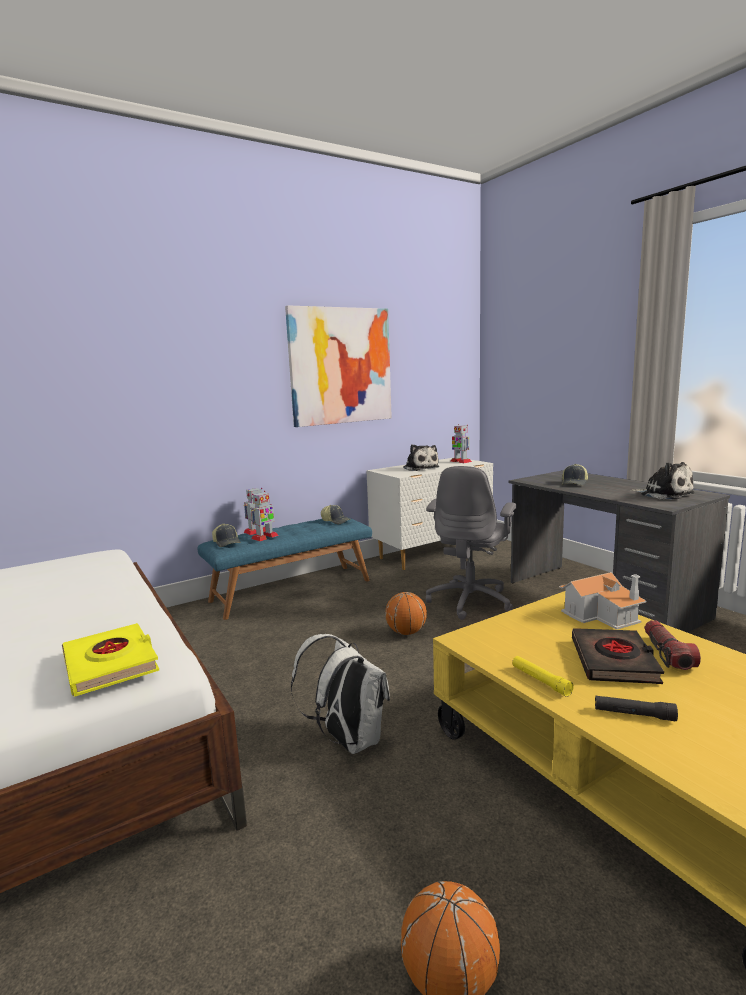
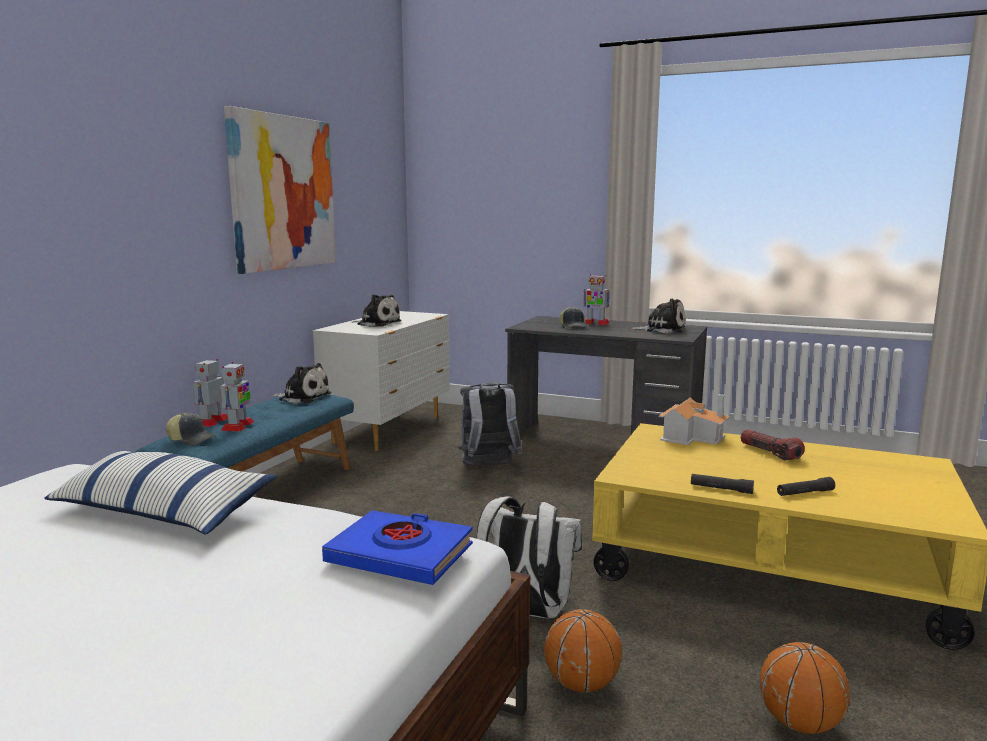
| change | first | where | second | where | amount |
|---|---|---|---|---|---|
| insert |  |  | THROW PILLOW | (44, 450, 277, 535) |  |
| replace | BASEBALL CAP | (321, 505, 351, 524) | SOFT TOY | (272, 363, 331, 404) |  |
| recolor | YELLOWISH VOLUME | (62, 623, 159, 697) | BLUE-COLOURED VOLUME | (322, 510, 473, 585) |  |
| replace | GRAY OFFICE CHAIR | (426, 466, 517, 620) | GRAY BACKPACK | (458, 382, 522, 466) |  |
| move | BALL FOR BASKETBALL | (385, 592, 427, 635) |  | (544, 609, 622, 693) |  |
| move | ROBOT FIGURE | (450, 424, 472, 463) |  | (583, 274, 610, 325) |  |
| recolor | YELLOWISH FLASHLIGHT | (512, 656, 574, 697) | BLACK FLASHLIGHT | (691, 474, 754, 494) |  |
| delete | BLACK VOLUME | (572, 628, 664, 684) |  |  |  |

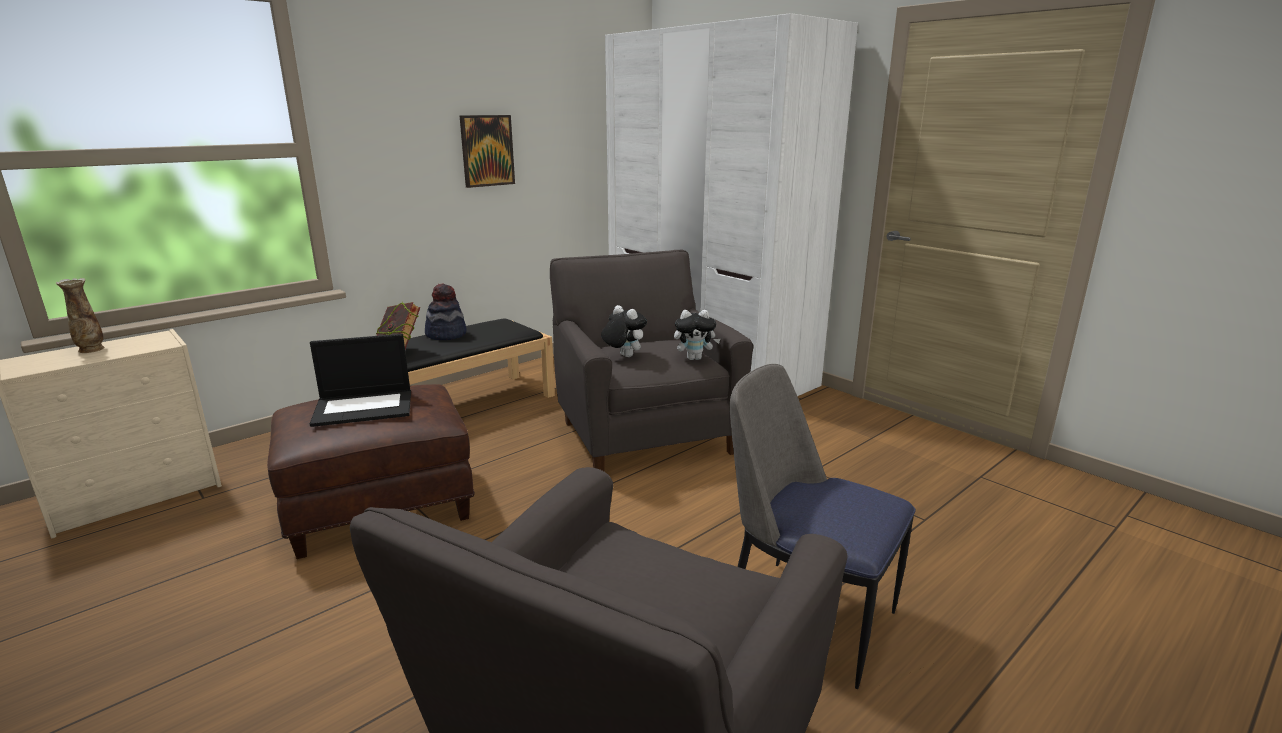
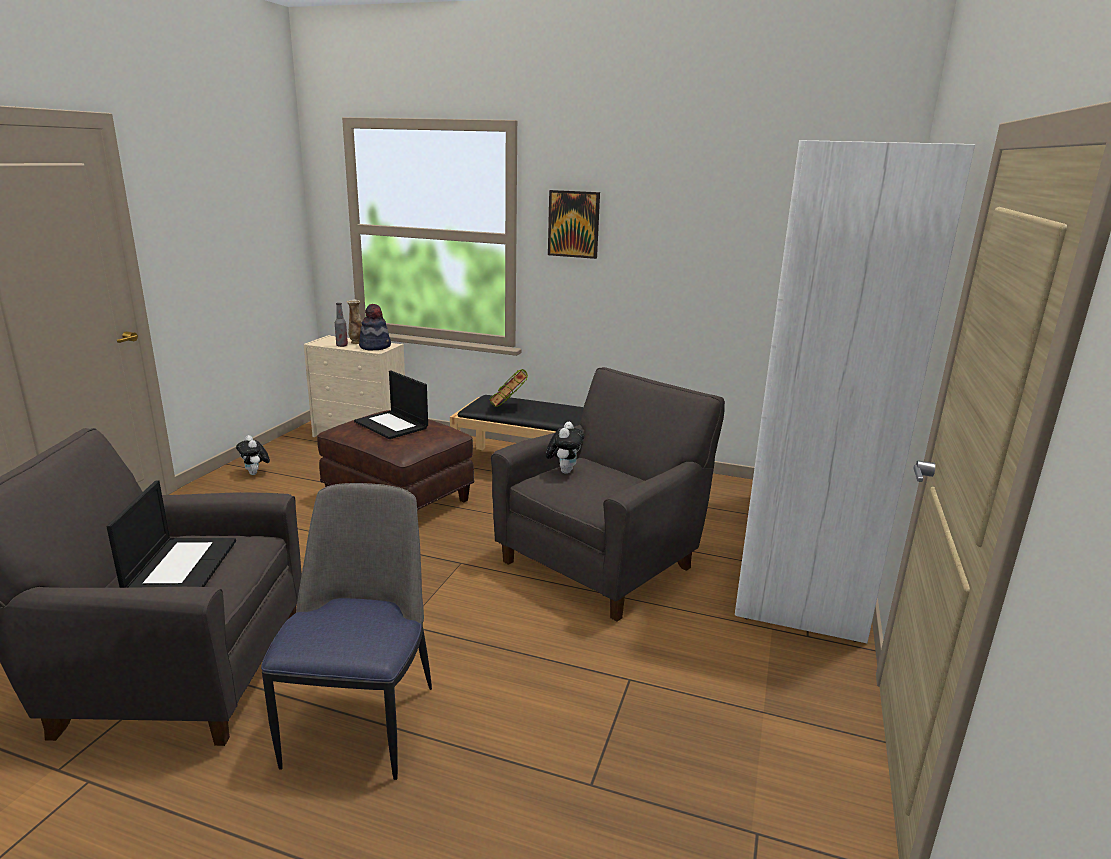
| change | first | where | second | where | amount |
|---|---|---|---|---|---|
| insert |  |  | NOTEBOOK COMPUTER | (106, 480, 236, 588) |  |
| move | SOFT TOY | (674, 310, 721, 360) |  | (236, 435, 270, 475) |  |
| insert |  |  | BOTTLE | (335, 303, 348, 347) |  |
| move | WEARABLE HAT | (425, 283, 467, 340) |  | (359, 304, 391, 351) |  |
| move | WALL PICTURE | (459, 115, 515, 188) |  | (548, 190, 600, 259) |  |

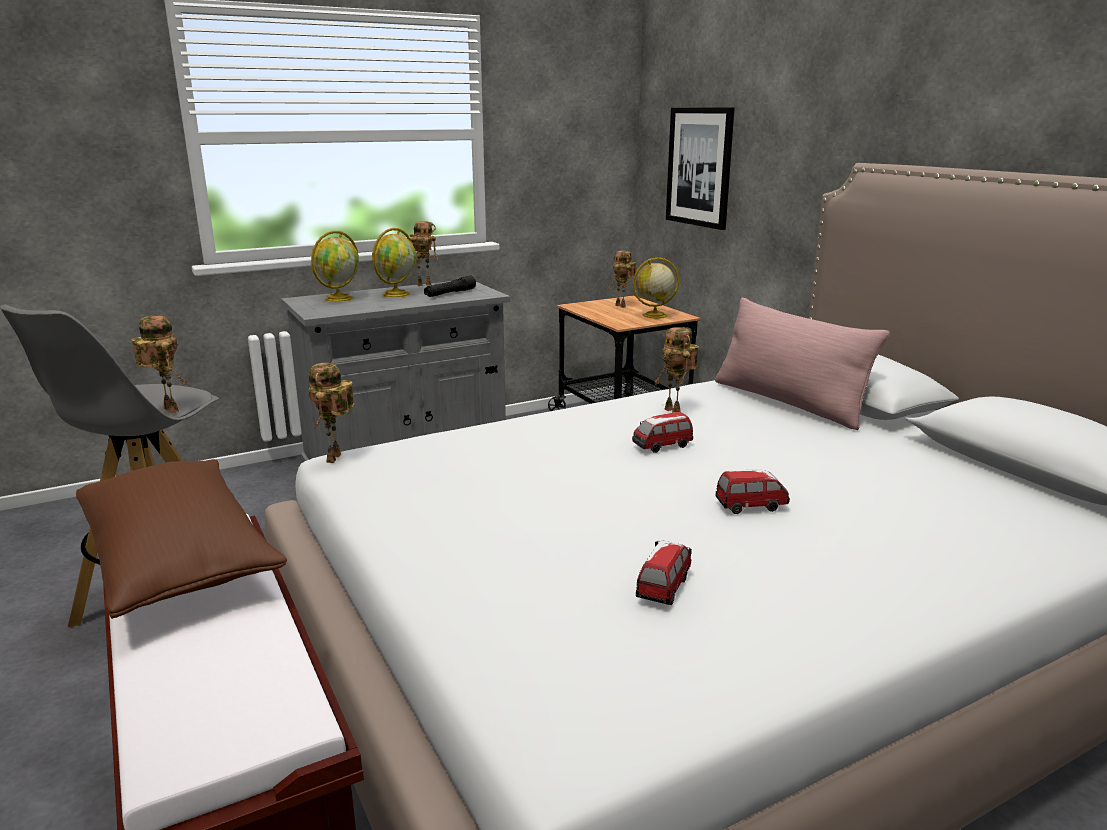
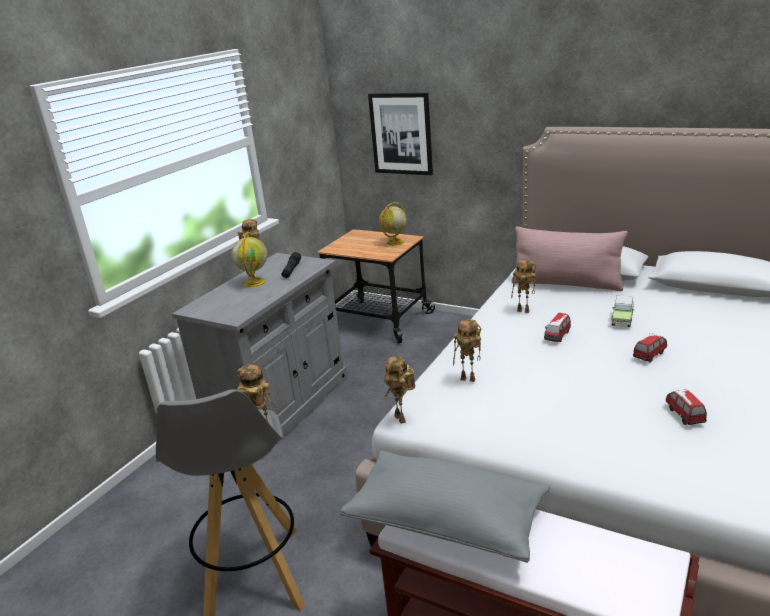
| change | first | where | second | where | amount |
|---|---|---|---|---|---|
| recolor | BROWNISH THROW PILLOW | (76, 459, 287, 619) | GRAY THROW PILLOW | (340, 451, 550, 563) |  |
| move | ROBOT FIGURE | (609, 251, 636, 308) |  | (453, 319, 481, 382) |  |
| insert |  |  | MINIATURE CAR | (611, 296, 634, 327) |  |
| delete | GLOBE | (311, 231, 359, 302) |  |  |  |

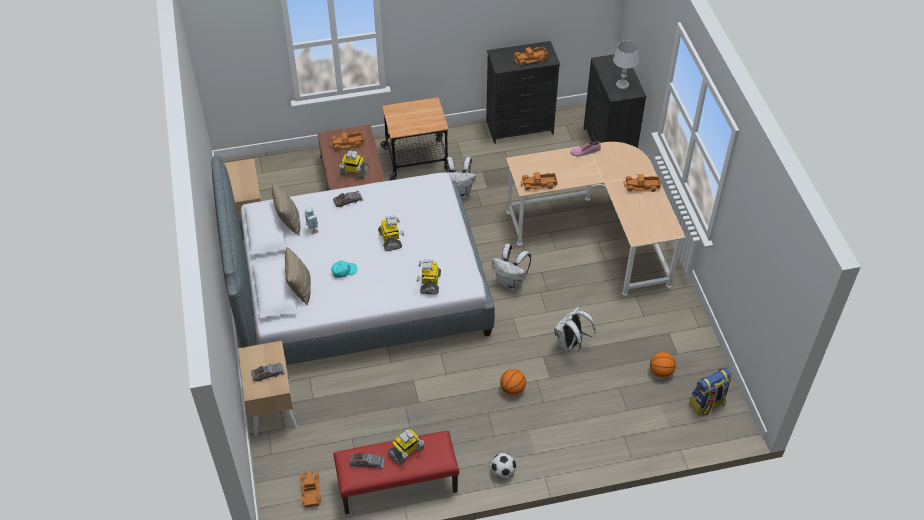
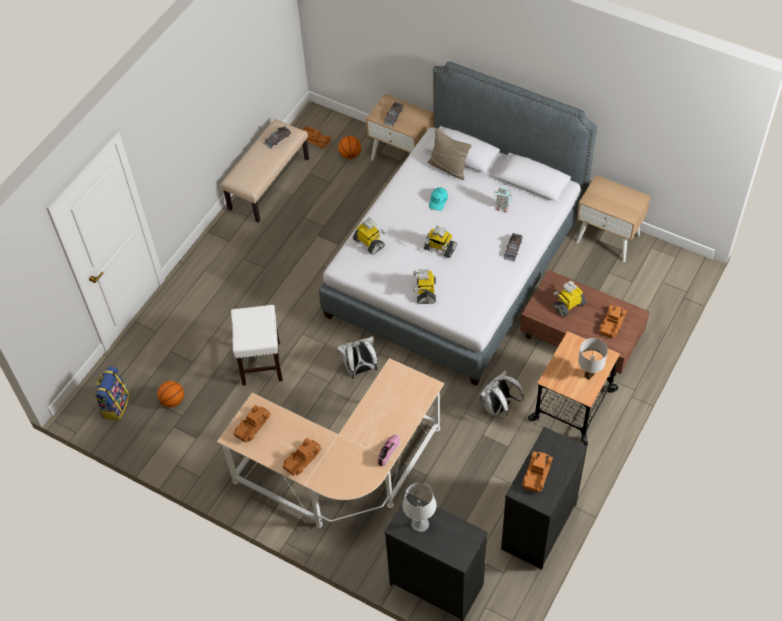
| change | first | where | second | where | amount |
|---|---|---|---|---|---|
| recolor | RED-COLOURED BENCH | (334, 431, 459, 515) | BEIGE BENCH | (221, 119, 309, 223) |  |
| replace | WHITE BACKPACK | (554, 307, 596, 353) | WHITE STOOL SEAT | (231, 305, 283, 386) |  |
| move | MODEL TRUCK | (521, 172, 557, 190) |  | (234, 405, 271, 443) |  |
| move | BALL FOR BASKETBALL | (500, 369, 526, 395) |  | (338, 136, 361, 159) |  |
| move | ROBOT FIGURE | (388, 429, 424, 466) |  | (413, 269, 436, 304) |  |
| insert |  |  | WHITE TABLE LAMP | (578, 338, 608, 380) |  |
| delete | BEIGE THROW PILLOW | (272, 183, 300, 236) |  |  |  |
| delete | BALL FOR FOOTBALL | (491, 453, 516, 478) |  |  |  |

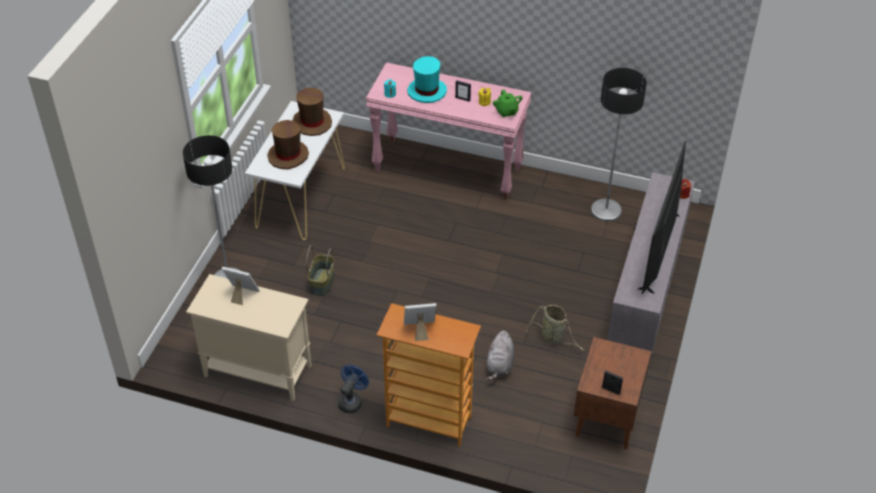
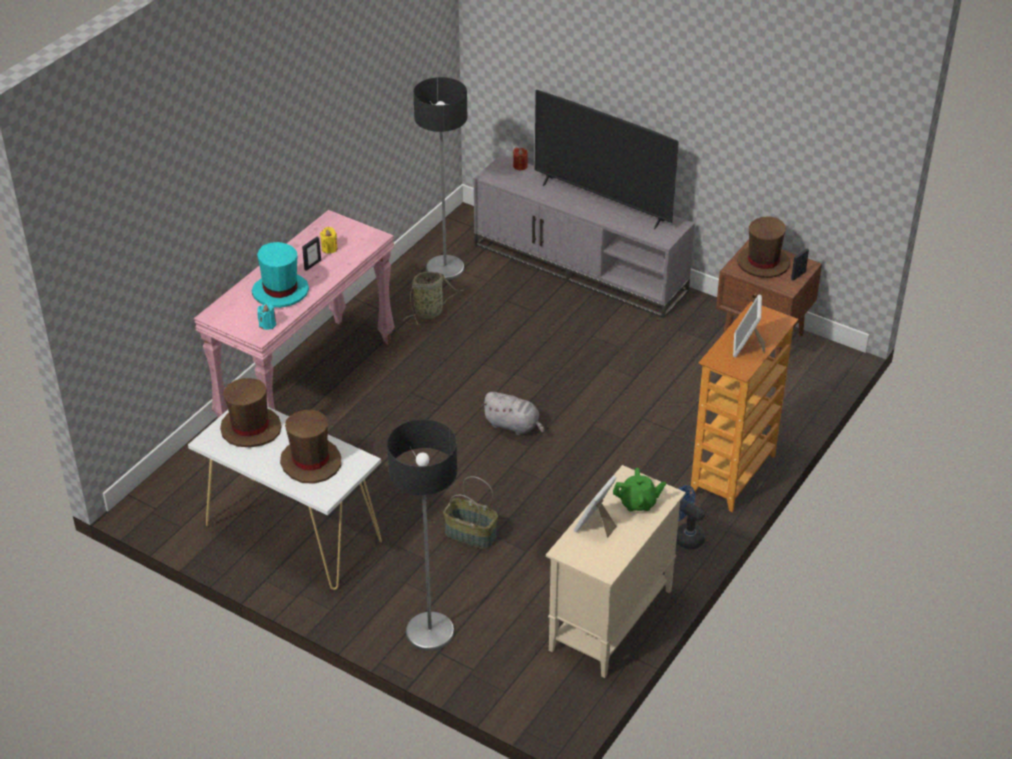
| change | first | where | second | where | amount |
|---|---|---|---|---|---|
| move | STORAGE BASKET | (526, 305, 585, 351) |  | (403, 272, 463, 325) |  |
| move | GRAY SOFT TOY | (486, 330, 514, 381) |  | (482, 392, 545, 435) |  |
| move | GREENISH TEA POT | (493, 89, 523, 117) |  | (613, 468, 666, 511) |  |
| insert |  |  | BROWNISH WEARABLE HAT | (737, 217, 790, 278) |  |

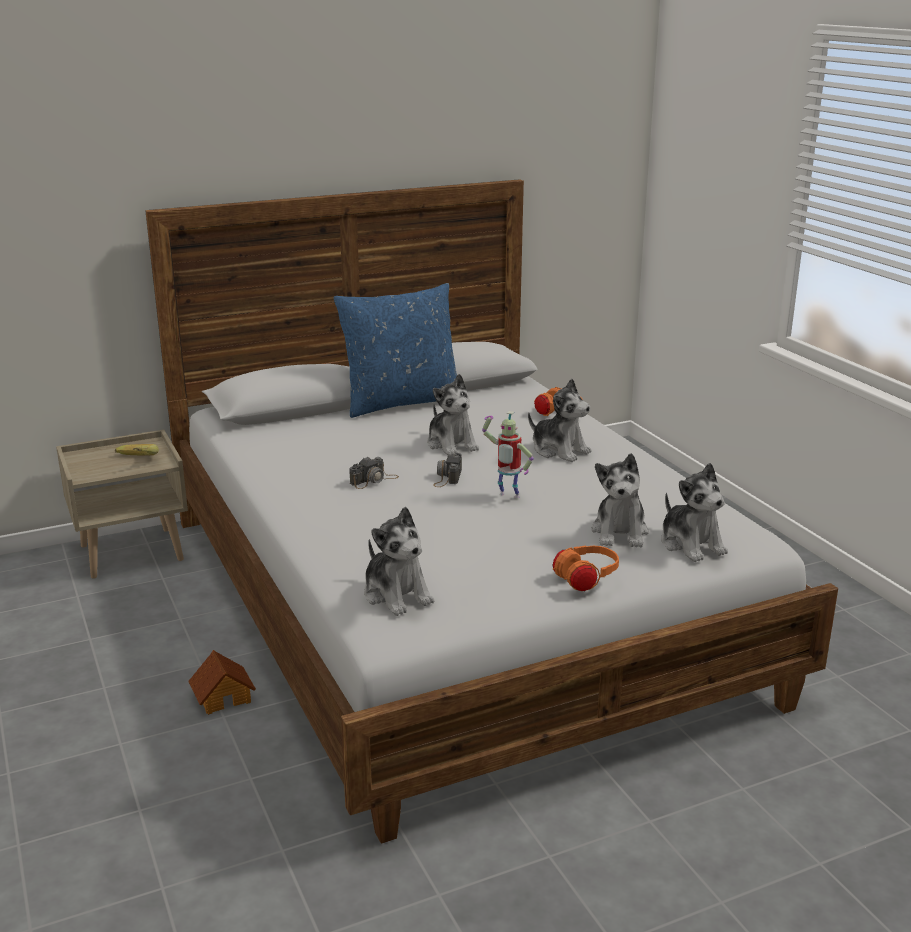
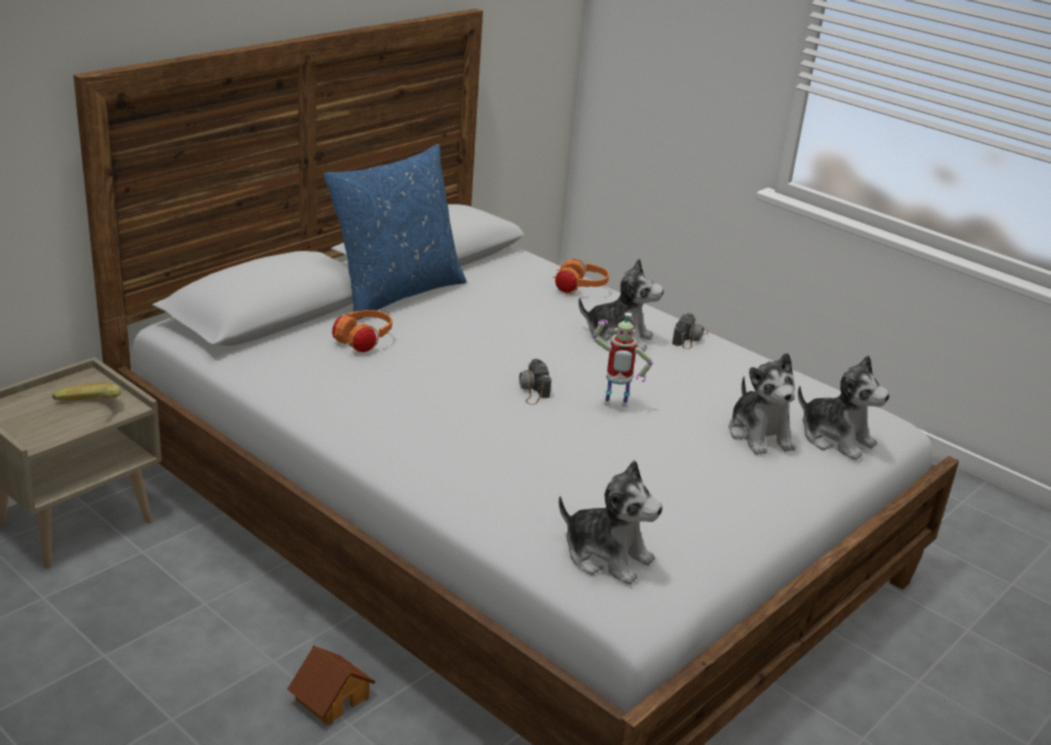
| change | first | where | second | where | amount |
|---|---|---|---|---|---|
| move | ORANGE PAIR OF HEADPHONES | (552, 546, 619, 591) |  | (332, 310, 392, 352) |  |
| move | STILL CAMERA | (349, 457, 399, 489) |  | (672, 312, 709, 349) |  |
| delete | SOFT TOY | (427, 374, 479, 456) |  |  |  |

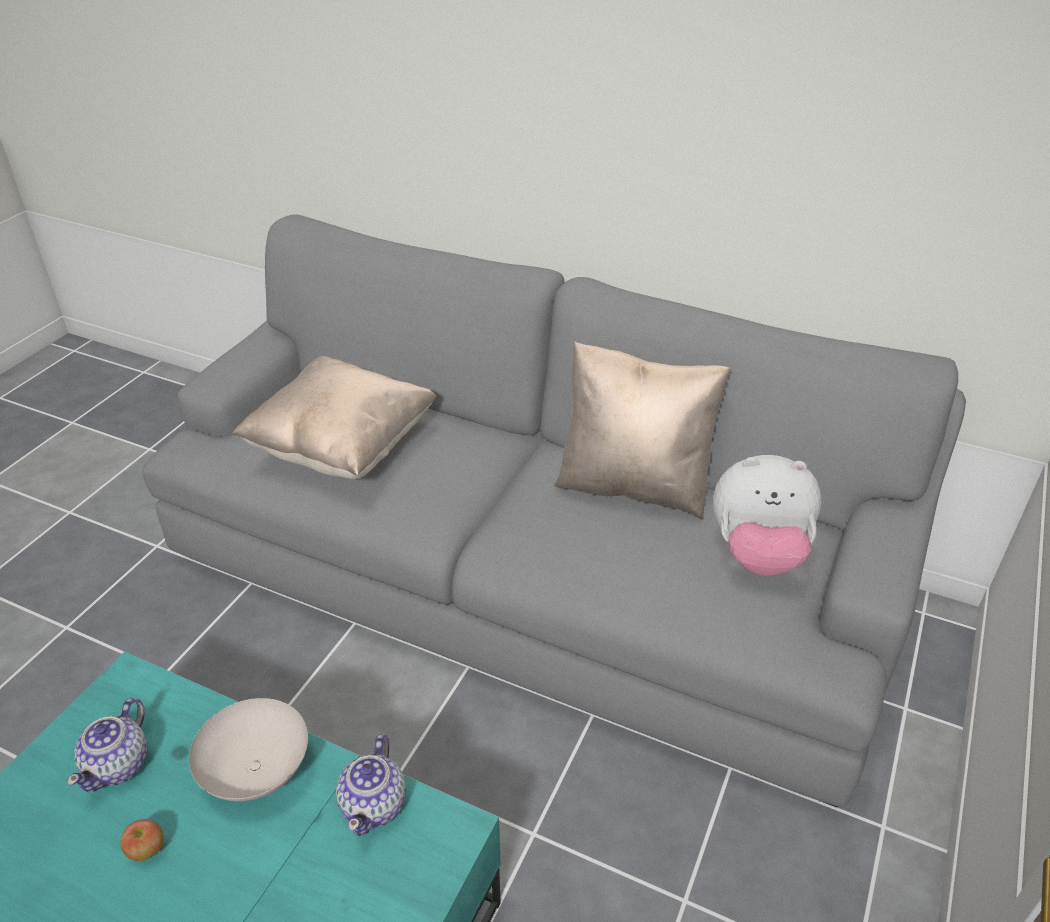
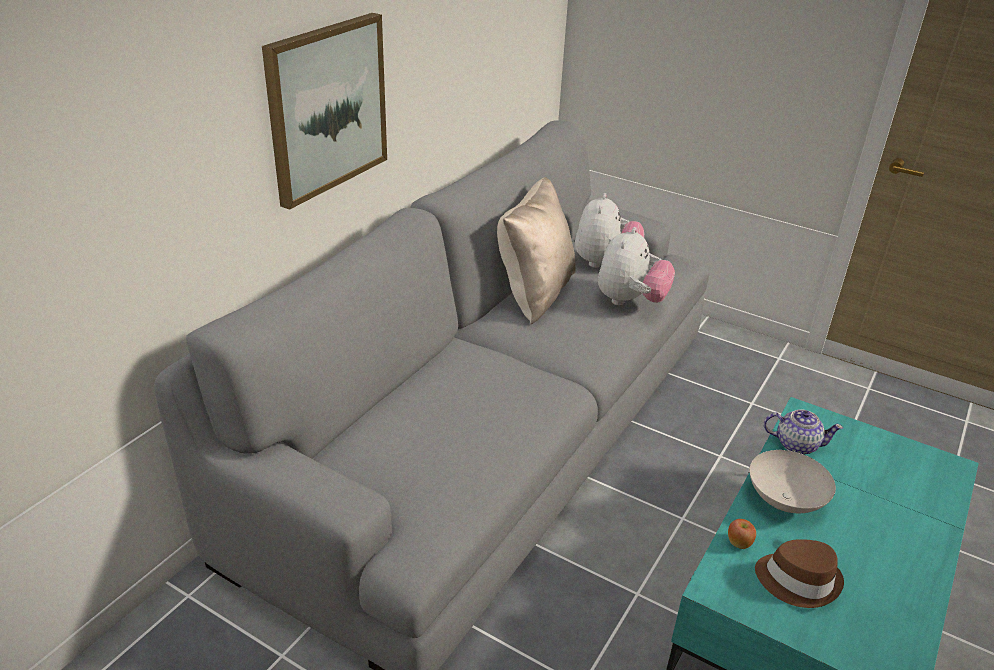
| change | first | where | second | where | amount |
|---|---|---|---|---|---|
| insert |  |  | WALL PICTURE | (262, 13, 387, 210) |  |
| insert |  |  | SOFT TOY | (598, 227, 675, 305) |  |
| move | APPLE FRUIT | (120, 819, 164, 861) |  | (728, 519, 756, 549) |  |
| replace | TEA POT | (67, 698, 148, 792) | BROWNISH WEARABLE HAT | (755, 539, 844, 608) |  |
| delete | BEIGE THROW PILLOW | (231, 356, 437, 479) |  |  |  |

